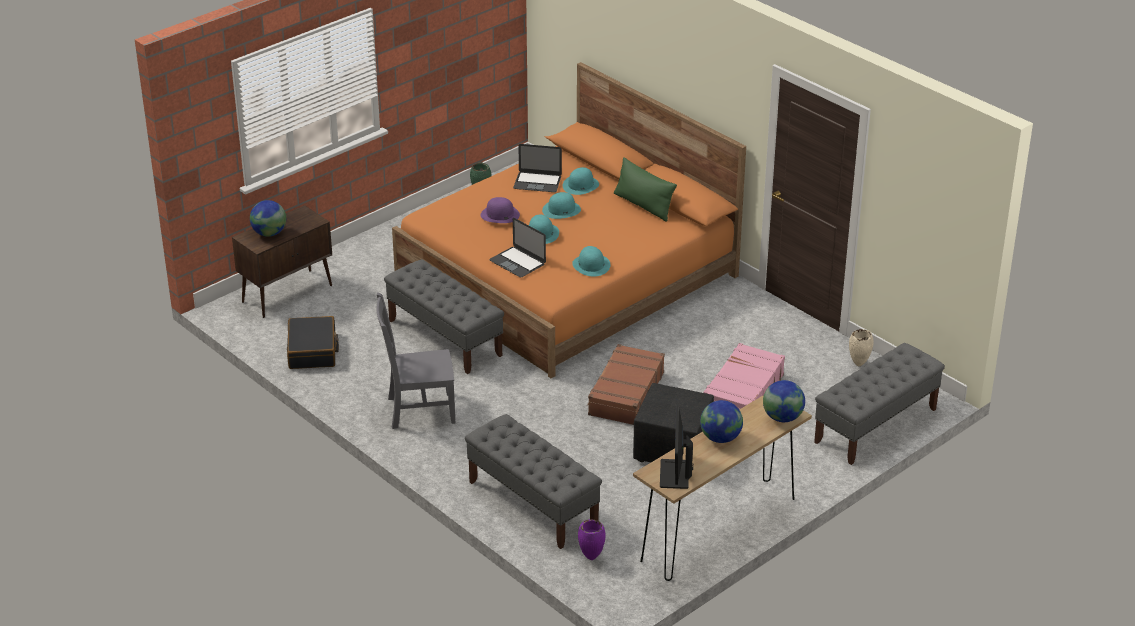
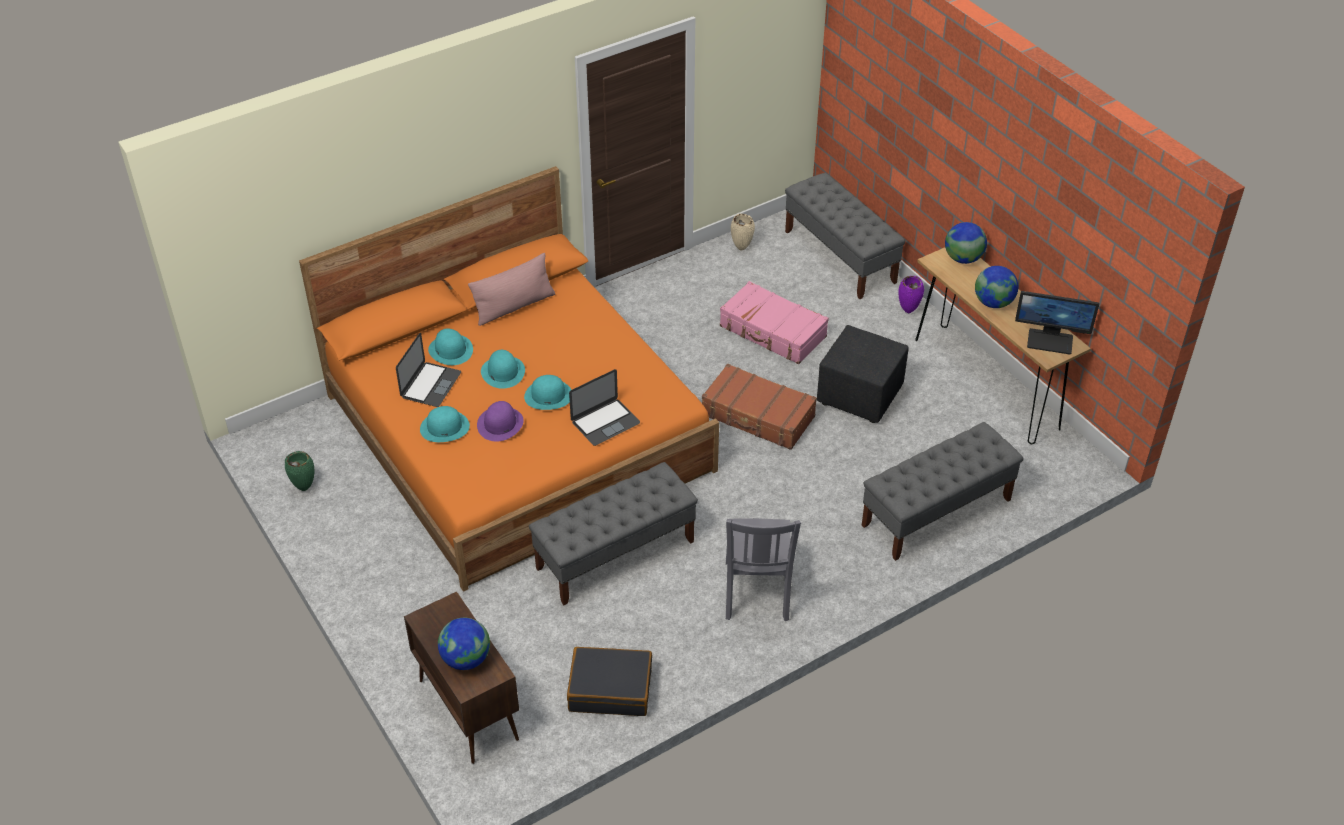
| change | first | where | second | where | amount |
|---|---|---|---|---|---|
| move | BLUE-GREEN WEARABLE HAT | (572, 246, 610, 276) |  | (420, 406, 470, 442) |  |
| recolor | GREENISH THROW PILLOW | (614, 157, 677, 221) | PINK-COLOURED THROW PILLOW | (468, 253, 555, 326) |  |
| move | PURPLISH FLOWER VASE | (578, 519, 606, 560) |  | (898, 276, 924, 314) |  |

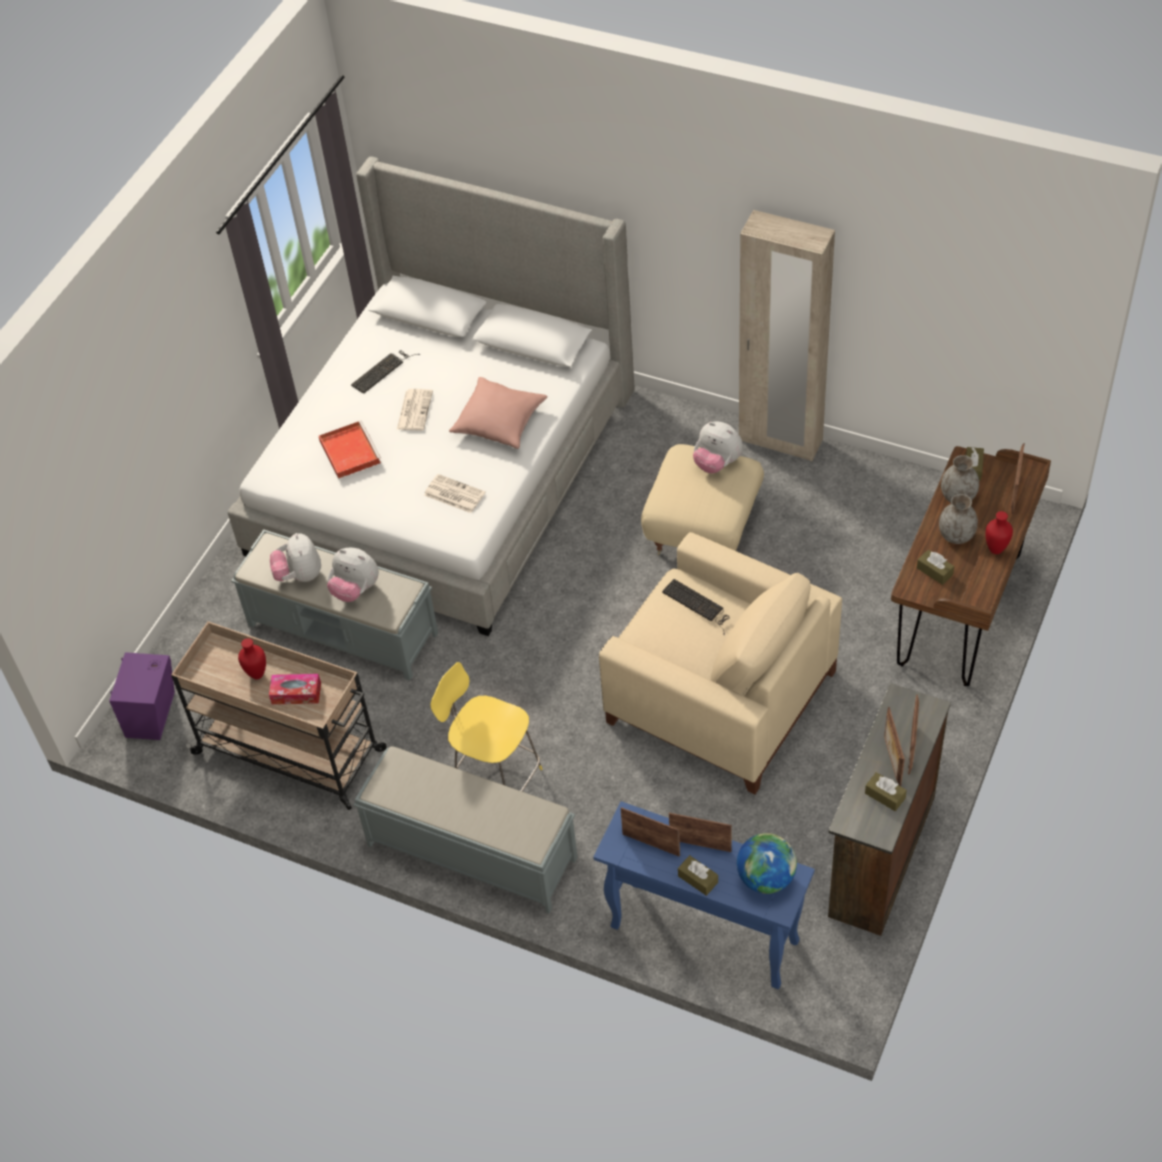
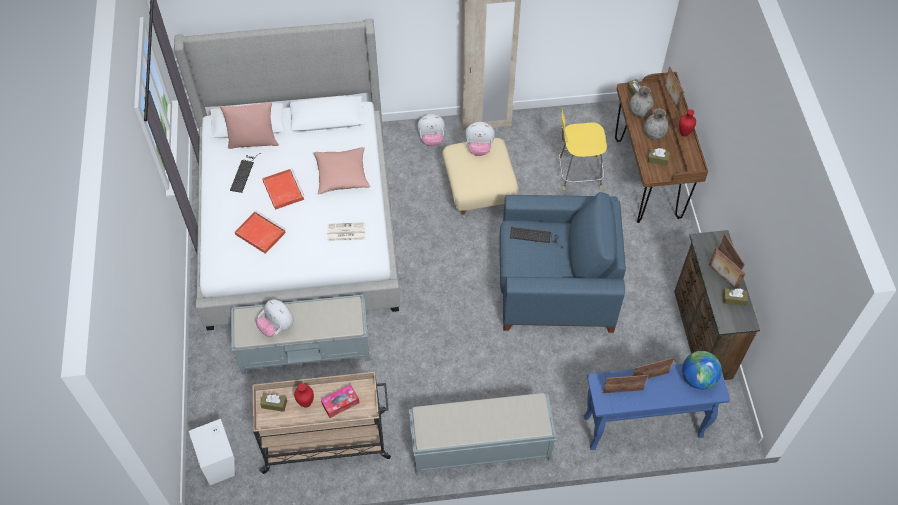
| change | first | where | second | where | amount |
|---|---|---|---|---|---|
| recolor | PURPLISH AUDIO SPEAKER | (109, 652, 175, 740) | WHITE AUDIO SPEAKER | (189, 419, 235, 485) |  |
| insert |  |  | PINK-COLOURED THROW PILLOW | (220, 102, 279, 149) |  |
| move | BROWNISH TISSUE HOLDER | (678, 855, 718, 896) |  | (260, 393, 287, 412) |  |
| replace | PRINTED PAPER | (397, 389, 433, 431) | RED-COLOURED CARRYING TRAY | (262, 169, 305, 210) |  |
| move | SOFT TOY | (327, 548, 379, 602) |  | (417, 114, 445, 146) |  |
| recolor | BEIGE ARMCHAIR | (599, 532, 842, 795) | BLUE-COLOURED ARMCHAIR | (500, 192, 626, 333) |  |
| move | YELLOWISH STOOL SEAT | (431, 662, 542, 792) |  | (559, 107, 607, 190) |  |

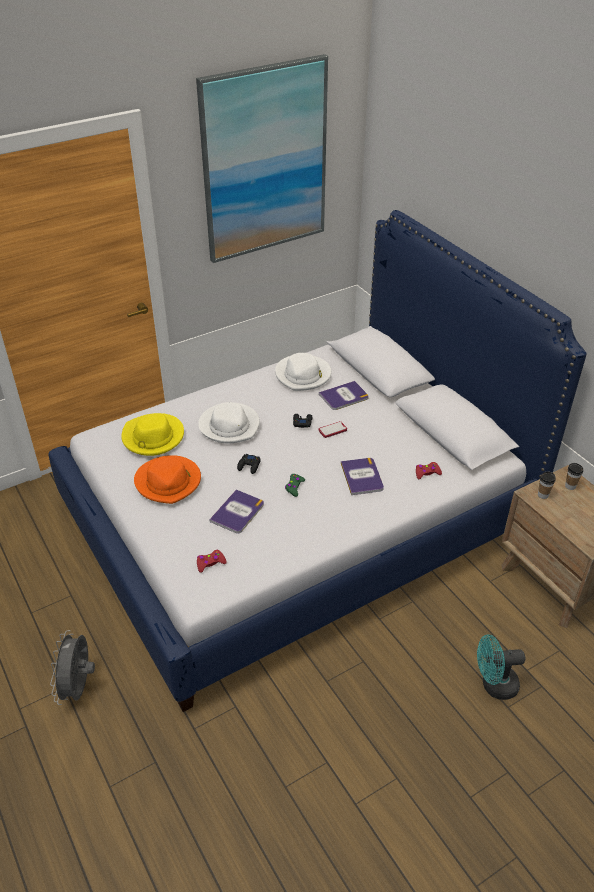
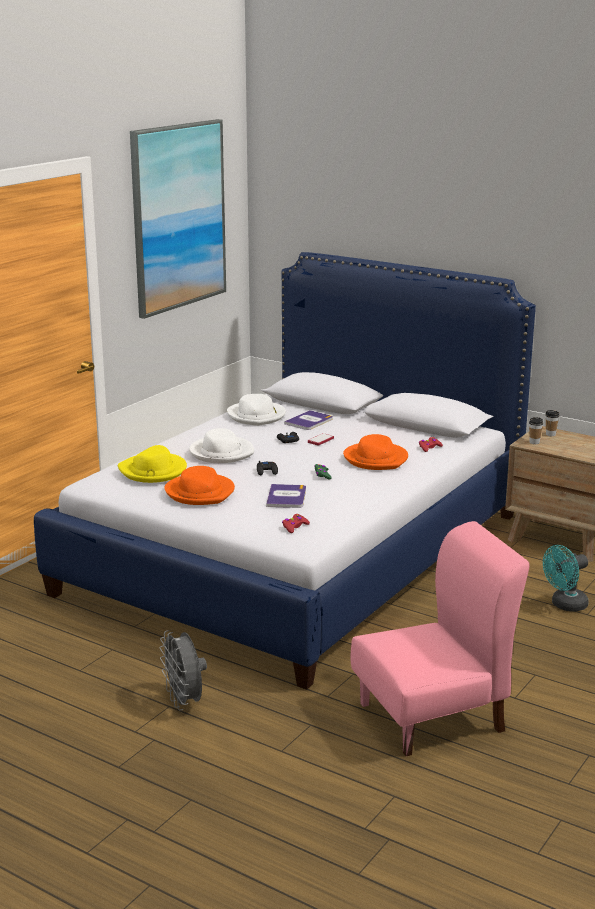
| change | first | where | second | where | amount |
|---|---|---|---|---|---|
| replace | VOLUME | (341, 458, 384, 495) | ORANGE WEARABLE HAT | (343, 434, 408, 470) |  |
| insert |  |  | PINK-COLOURED CHAIR | (351, 521, 530, 756) |  |

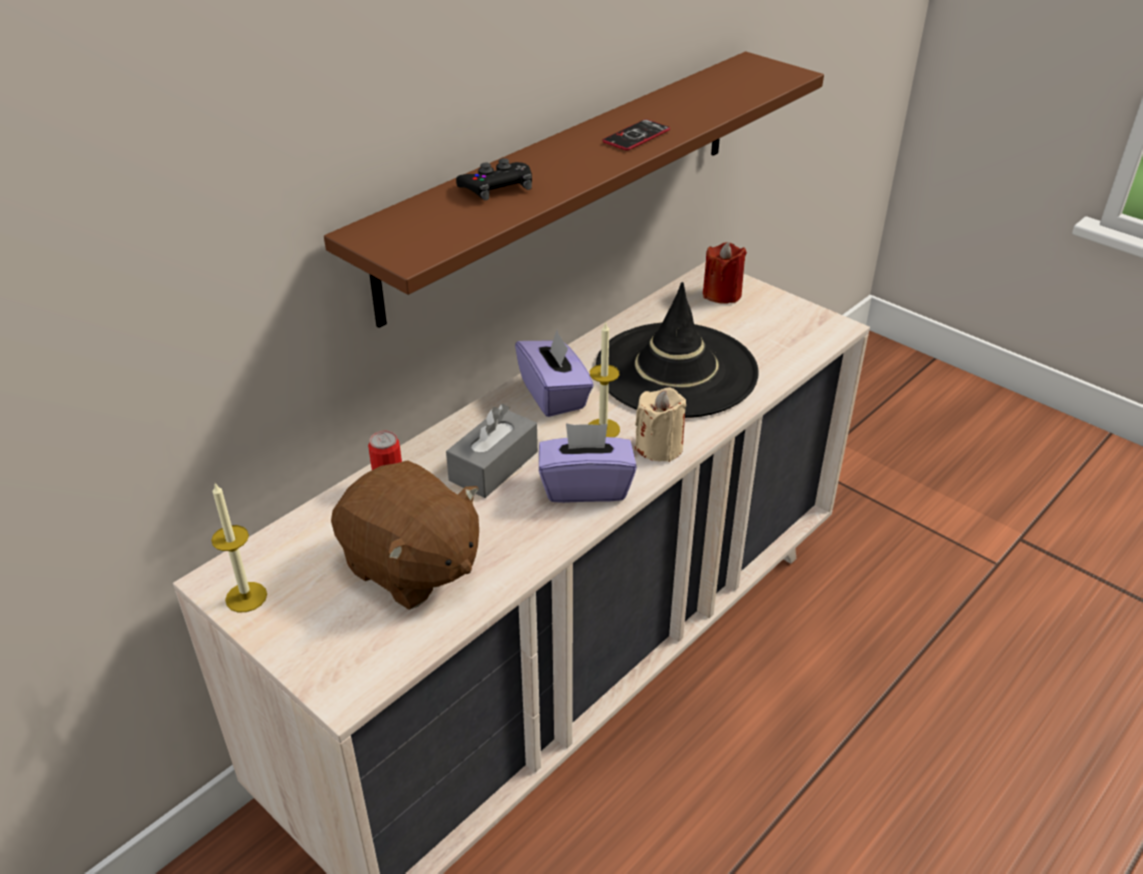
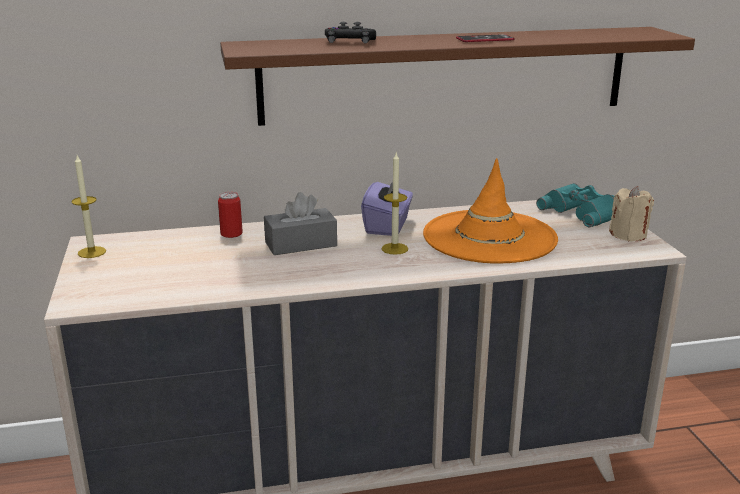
| change | first | where | second | where | amount |
|---|---|---|---|---|---|
| recolor | BLACK WEARABLE HAT | (596, 282, 759, 418) | ORANGE WEARABLE HAT | (423, 158, 558, 264) |  |
| replace | RED-COLOURED WAX LIGHT | (703, 242, 747, 304) | BLUE-GREEN BINOCULARS | (536, 183, 614, 227) |  |
| move | BEIGE WAX LIGHT | (635, 387, 686, 462) |  | (609, 186, 654, 241) |  |
| delete | BROWNISH SOFT TOY | (331, 460, 479, 610) |  |  |  |
| delete | PURPLISH TISSUE HOLDER | (539, 423, 637, 503) |  |  |  |

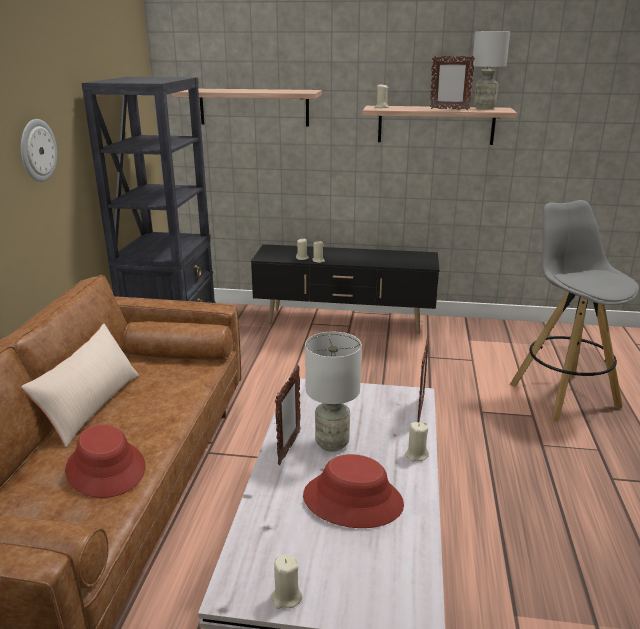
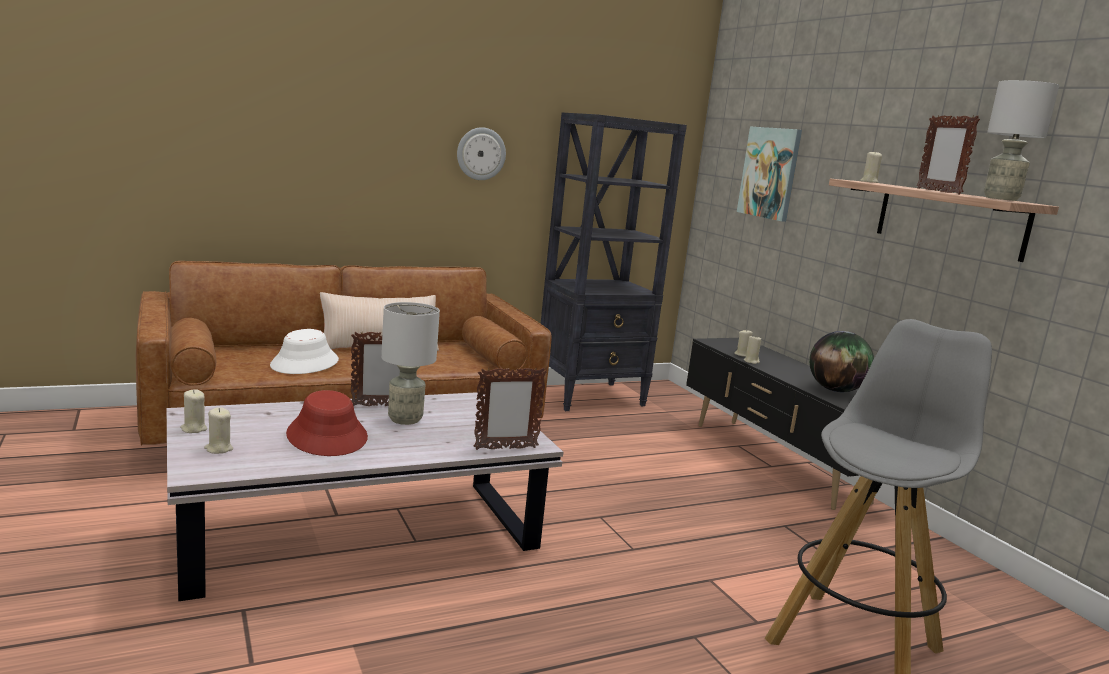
| change | first | where | second | where | amount |
|---|---|---|---|---|---|
| move | BEIGE WAX LIGHT | (405, 422, 429, 462) |  | (204, 407, 233, 454) |  |
| recolor | RED-COLOURED WEARABLE HAT | (65, 424, 145, 498) | WHITE WEARABLE HAT | (270, 329, 339, 374) |  |
| replace | SHELF | (172, 89, 322, 127) | WALL PICTURE | (737, 126, 802, 222) |  |
| insert |  |  | GLOBE | (809, 331, 874, 392) |  |

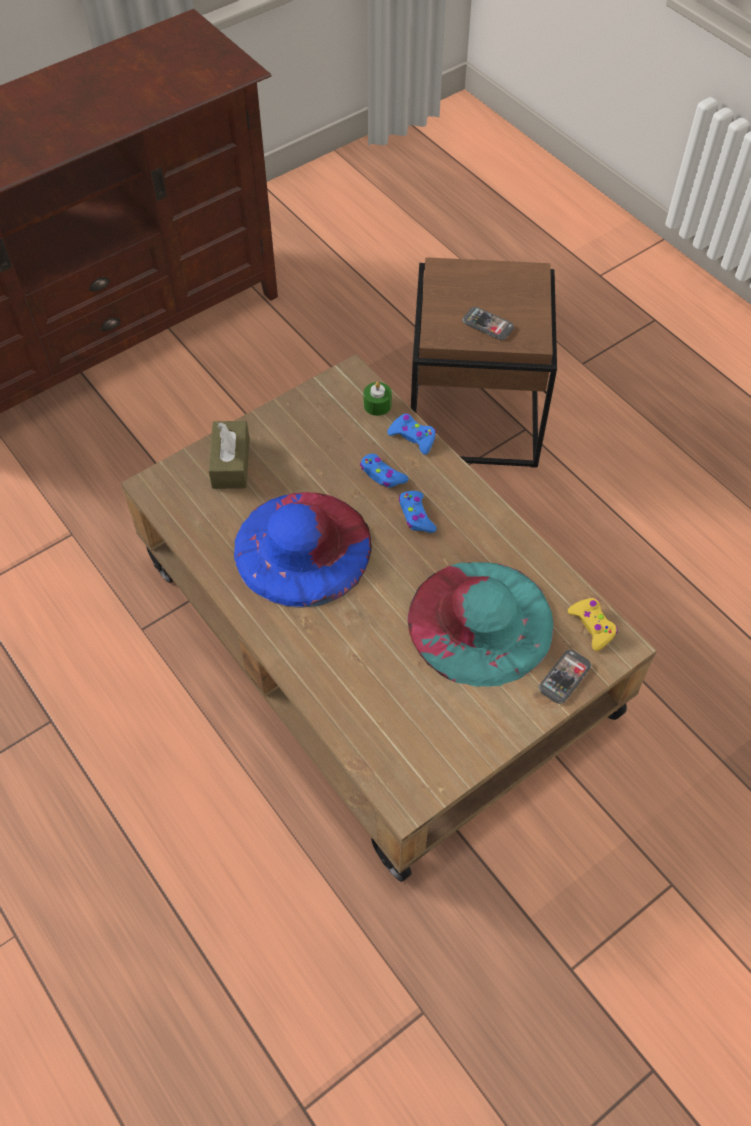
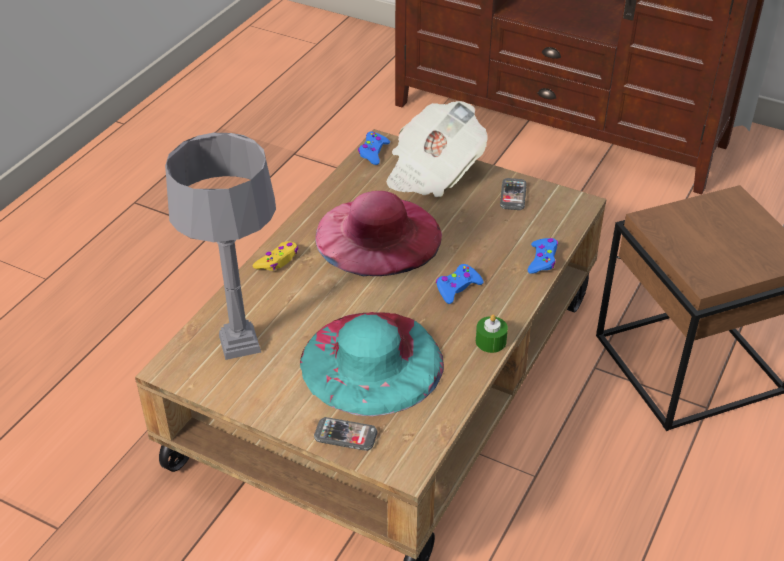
| change | first | where | second | where | amount |
|---|---|---|---|---|---|
| insert |  |  | GRAY TABLE LAMP | (165, 133, 276, 360) |  |
| move | YELLOWISH GAME CONTROLLER | (568, 598, 618, 651) |  | (253, 241, 298, 271) |  |
| recolor | BLUE-COLOURED WEARABLE HAT | (234, 492, 371, 608) | PINK-COLOURED WEARABLE HAT | (315, 191, 442, 277) |  |
| move | BLUE-COLOURED GAME CONTROLLER | (360, 454, 409, 488) |  | (358, 132, 390, 165) |  |
| replace | BROWNISH TISSUE HOLDER | (209, 421, 249, 489) | PRINTED PAPER | (386, 101, 487, 197) |  |
| move | GREENISH WAX LIGHT | (364, 382, 392, 416) |  | (476, 314, 508, 353) |  |
| move | PHONE | (462, 307, 514, 340) |  | (500, 178, 527, 210) |  |

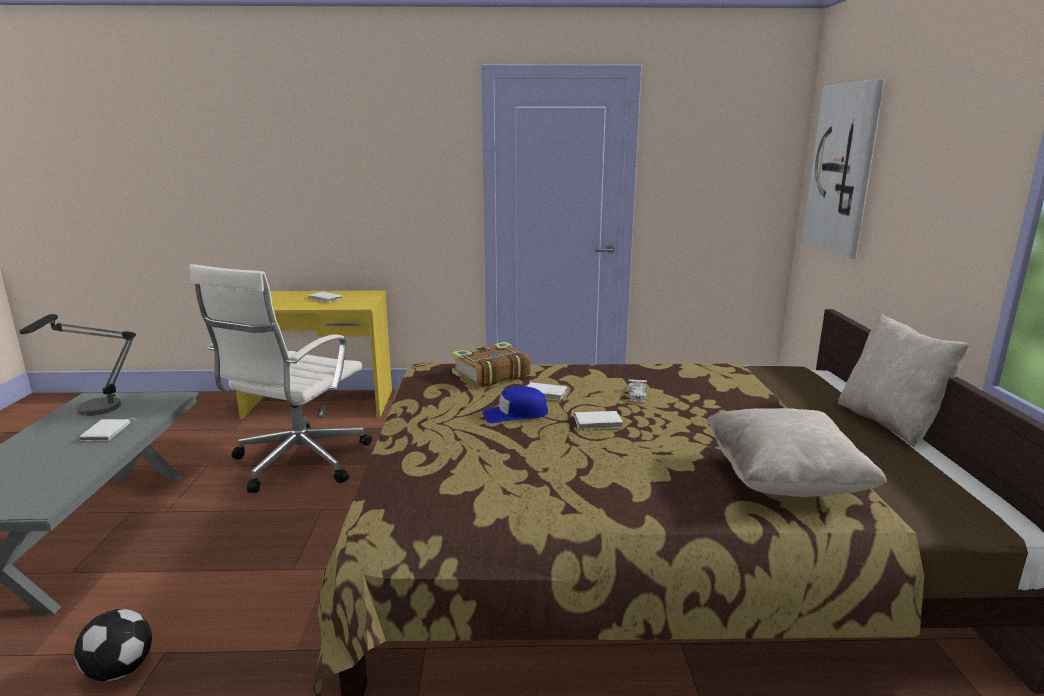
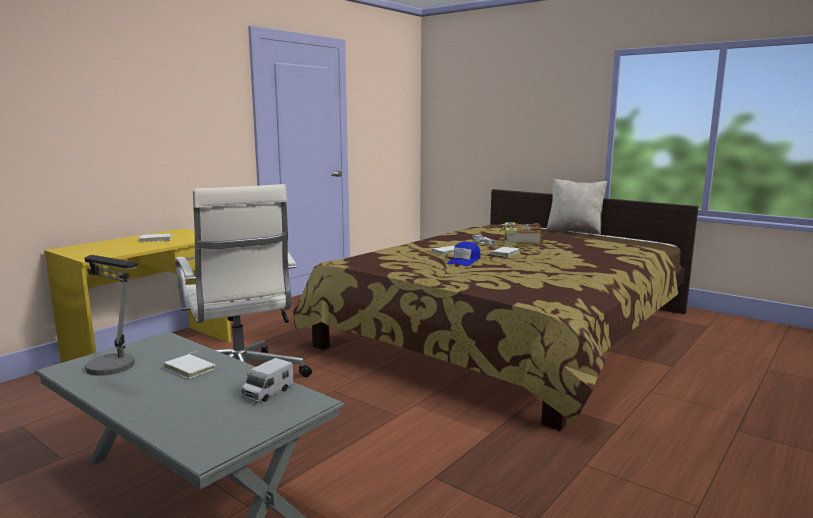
| change | first | where | second | where | amount |
|---|---|---|---|---|---|
| insert |  |  | MODEL TRUCK | (241, 358, 294, 403) |  |
| move | VOLUME | (451, 342, 531, 387) |  | (497, 222, 543, 246) |  |
| delete | BALL FOR FOOTBALL | (74, 609, 152, 681) |  |  |  |
| delete | BEIGE THROW PILLOW | (706, 408, 887, 497) |  |  |  |
| delete | WALL PICTURE | (802, 79, 885, 259) |  |  |  |

